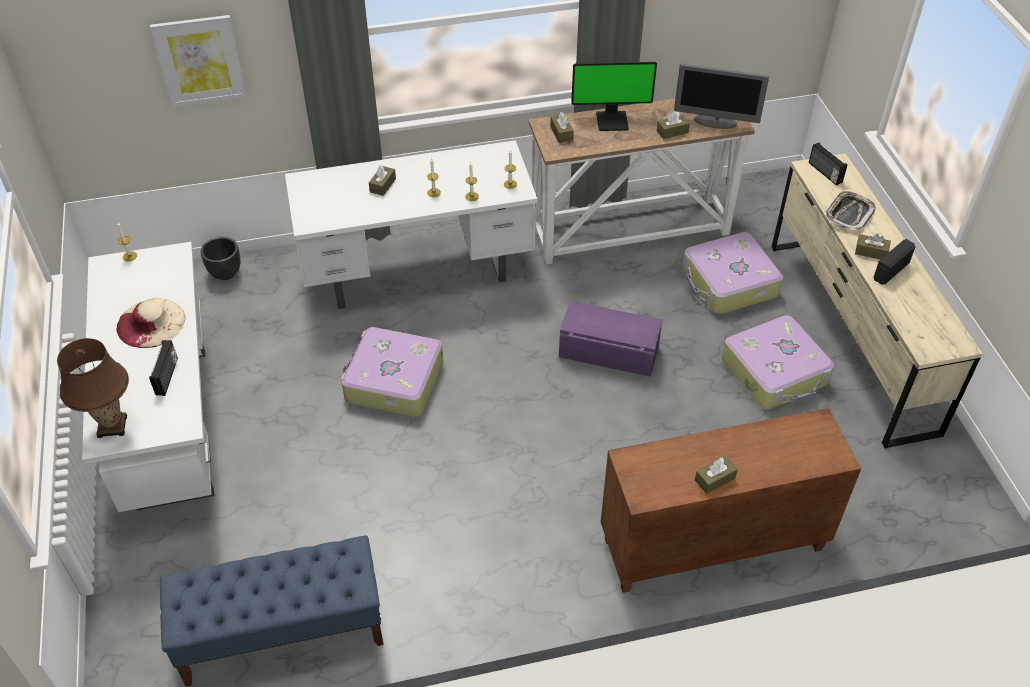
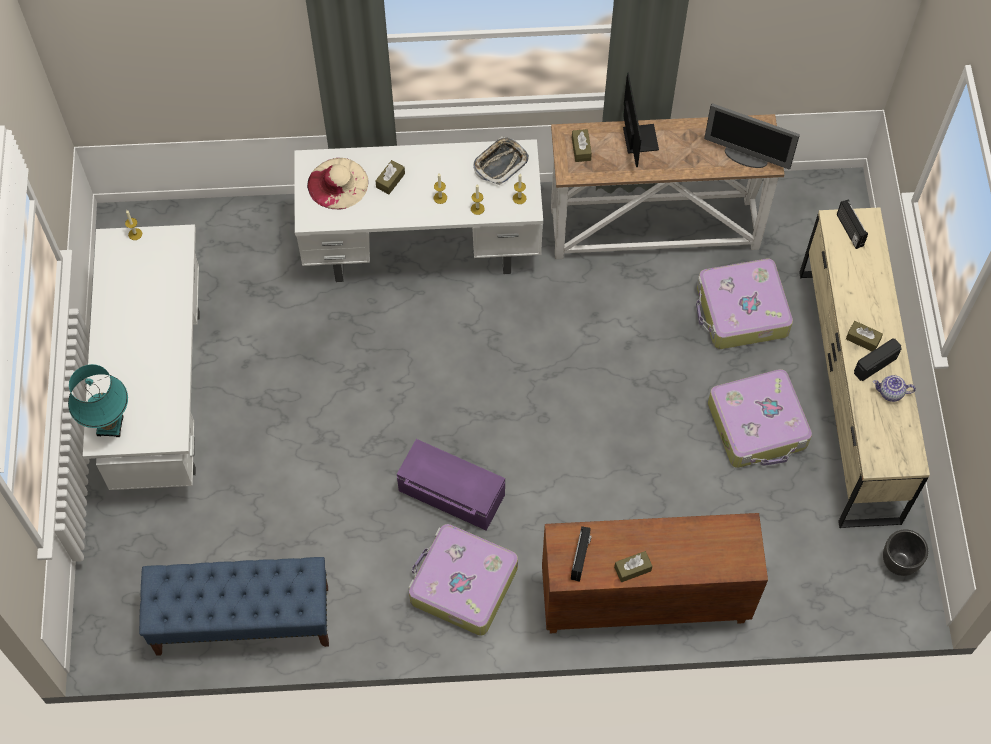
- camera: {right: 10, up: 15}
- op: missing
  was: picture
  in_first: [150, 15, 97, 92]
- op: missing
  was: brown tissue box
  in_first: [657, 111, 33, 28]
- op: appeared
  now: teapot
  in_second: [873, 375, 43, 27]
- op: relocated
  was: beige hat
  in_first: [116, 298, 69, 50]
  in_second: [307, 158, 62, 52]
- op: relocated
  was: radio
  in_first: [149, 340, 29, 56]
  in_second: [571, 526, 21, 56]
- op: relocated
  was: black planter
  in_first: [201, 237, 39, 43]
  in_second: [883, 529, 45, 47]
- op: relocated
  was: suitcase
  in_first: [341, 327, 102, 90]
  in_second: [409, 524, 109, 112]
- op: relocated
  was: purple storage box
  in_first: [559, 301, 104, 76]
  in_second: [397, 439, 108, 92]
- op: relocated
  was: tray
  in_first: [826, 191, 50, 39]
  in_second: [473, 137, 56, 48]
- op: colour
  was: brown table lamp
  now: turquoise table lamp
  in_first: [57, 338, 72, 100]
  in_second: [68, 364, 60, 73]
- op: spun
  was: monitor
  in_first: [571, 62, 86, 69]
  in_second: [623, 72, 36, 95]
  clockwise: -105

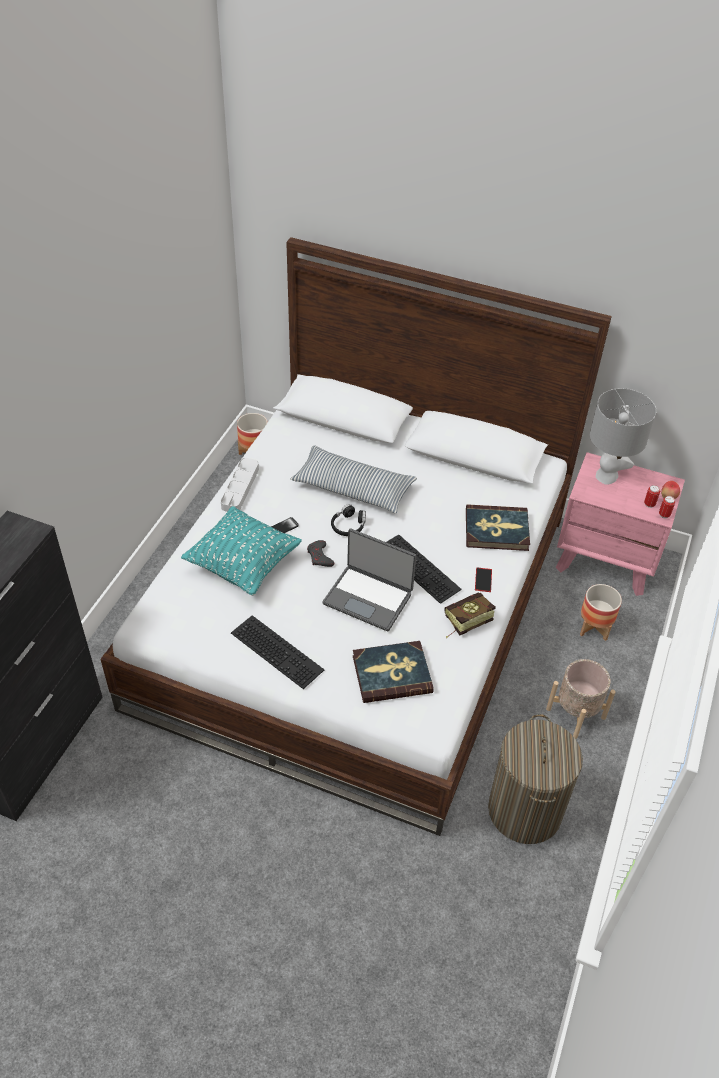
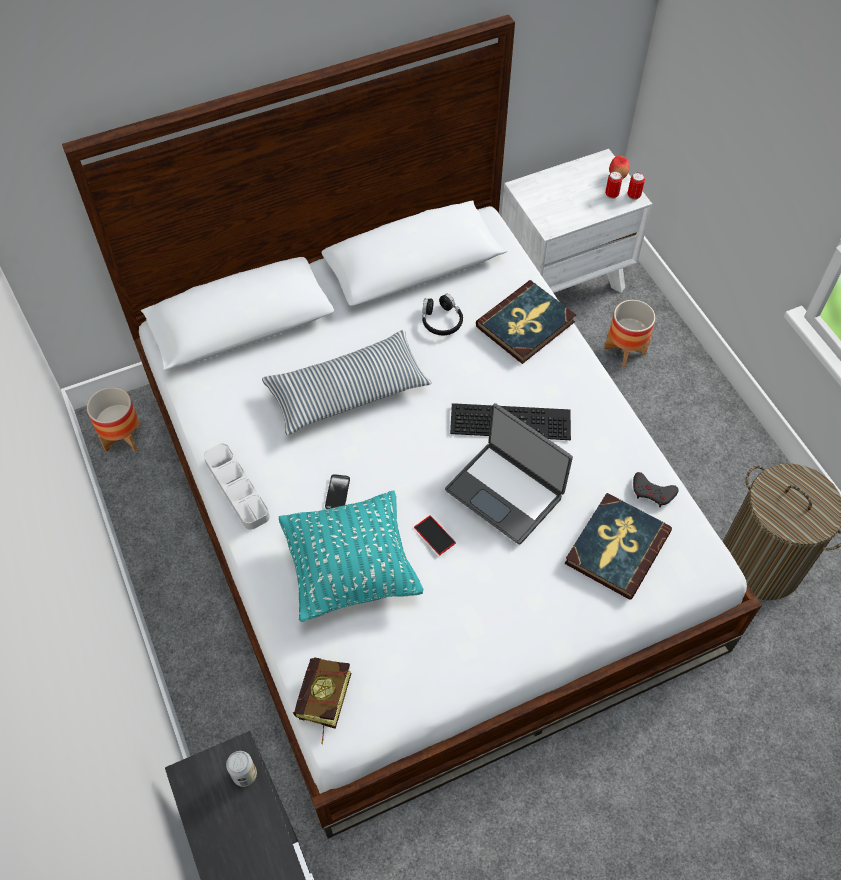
- camera: {right: -45, up: 10}
- op: missing
  was: keyboard
  in_first: [231, 615, 93, 74]
- op: missing
  was: beige planter
  in_first: [546, 659, 70, 80]
- op: missing
  was: grey table lamp
  in_first: [590, 388, 66, 97]
- op: appeared
  now: can
  in_second: [226, 751, 31, 36]
- op: relocated
  was: grey game controller
  in_first: [307, 540, 27, 27]
  in_second: [633, 472, 45, 35]
- op: relocated
  was: black headphones
  in_first: [331, 504, 35, 32]
  in_second: [422, 293, 41, 42]
- op: relocated
  was: book
  in_first: [444, 593, 52, 45]
  in_second: [293, 657, 58, 87]
- op: relocated
  was: phone
  in_first: [475, 568, 17, 24]
  in_second: [414, 515, 42, 40]
- op: colour
  was: pink nightstand
  now: white nightstand
  in_first: [556, 452, 129, 144]
  in_second: [501, 149, 151, 144]
- op: spun
  was: laptop
  in_first: [322, 529, 94, 102]
  in_second: [445, 403, 128, 141]
  clockwise: 60

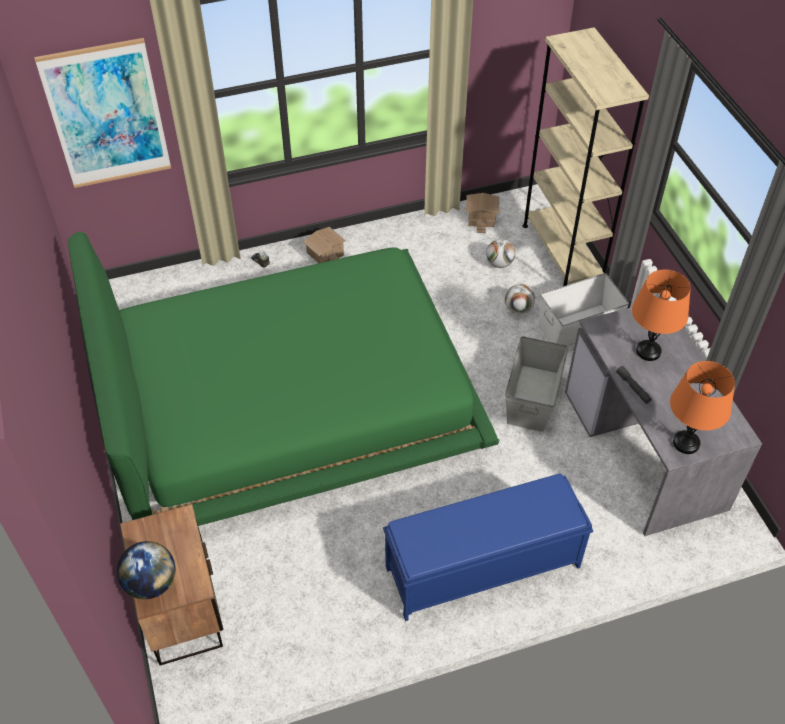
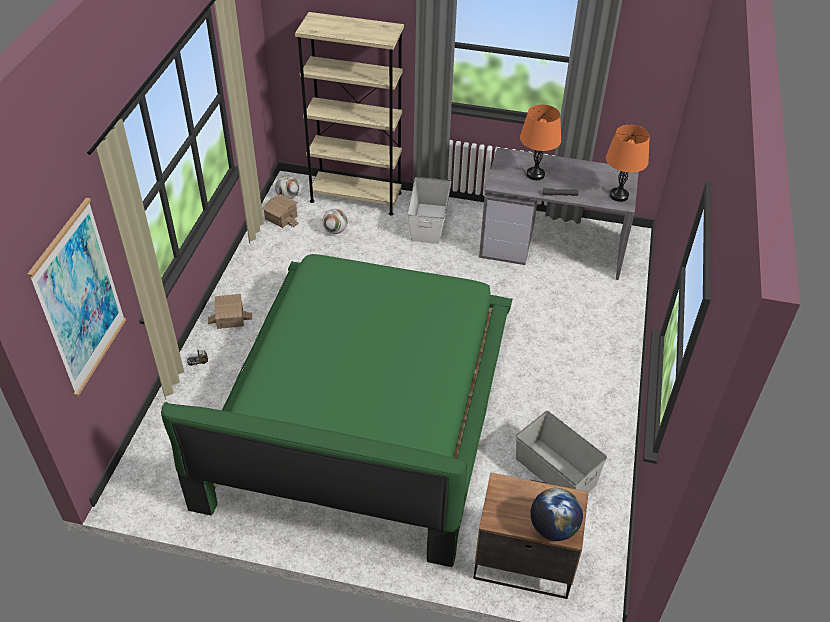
- camera: {right: -60, up: -5}
- op: missing
  was: blue bench
  in_first: [383, 474, 210, 147]
- op: relocated
  was: football
  in_first: [505, 284, 30, 30]
  in_second: [275, 176, 24, 23]
- op: relocated
  was: grey storage box
  in_first: [505, 336, 63, 96]
  in_second: [516, 411, 91, 81]

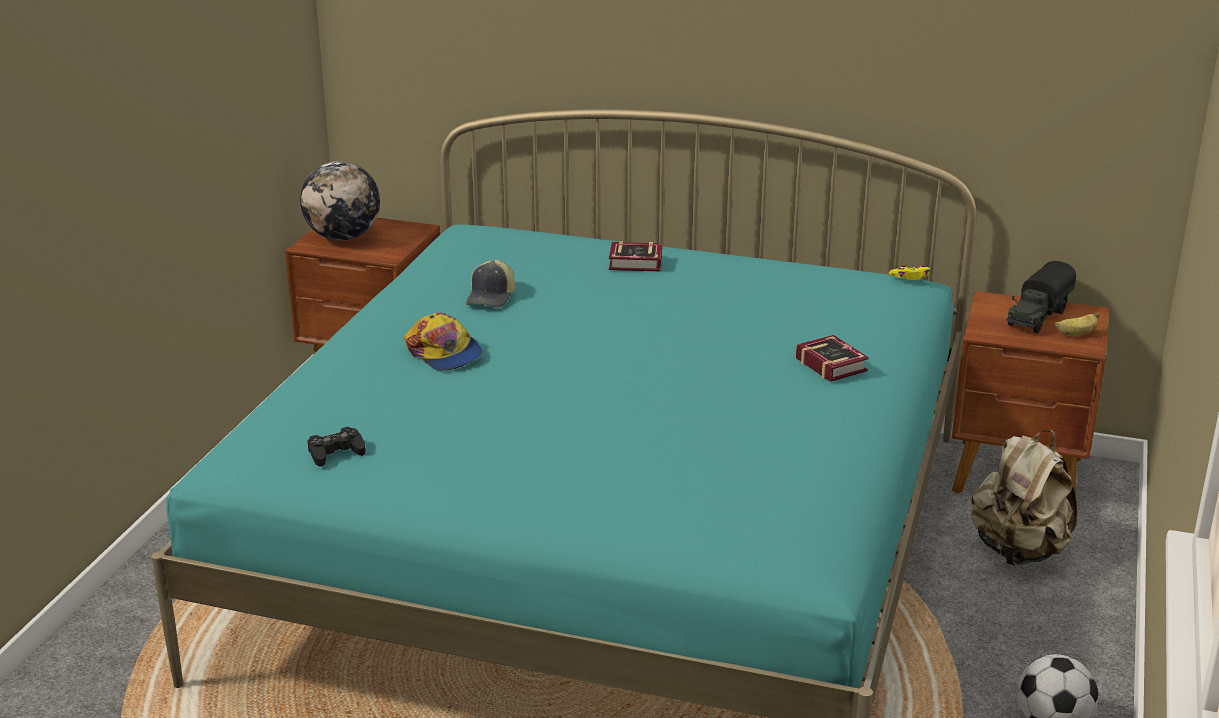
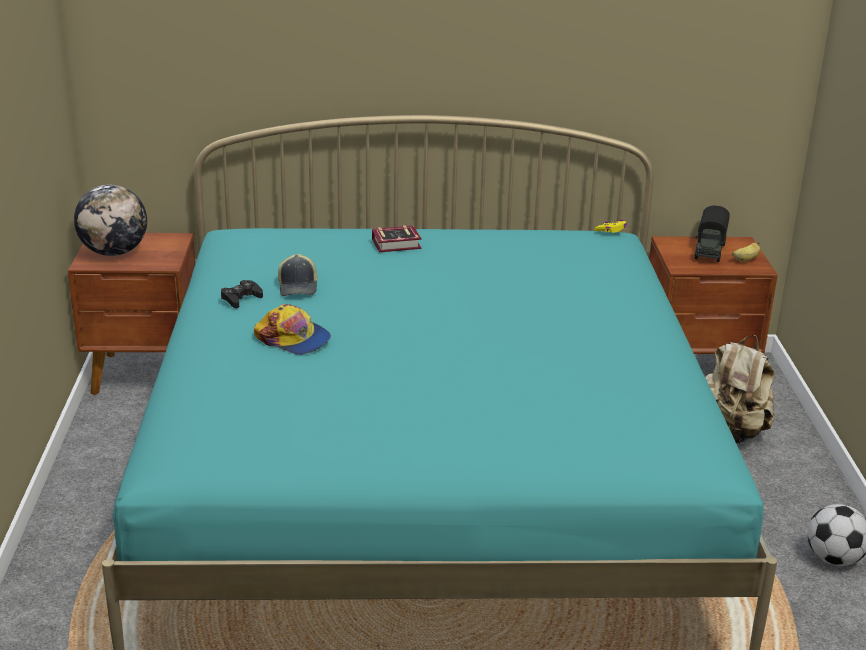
- camera: {right: -20, up: 0}
- op: missing
  was: book
  in_first: [796, 335, 73, 47]
- op: relocated
  was: black game controller
  in_first: [307, 427, 58, 40]
  in_second: [221, 280, 42, 28]

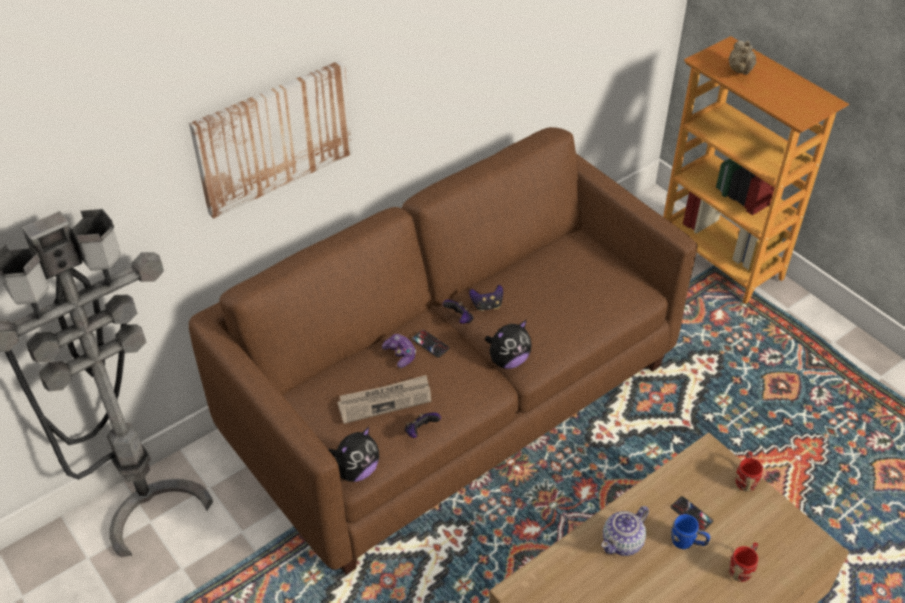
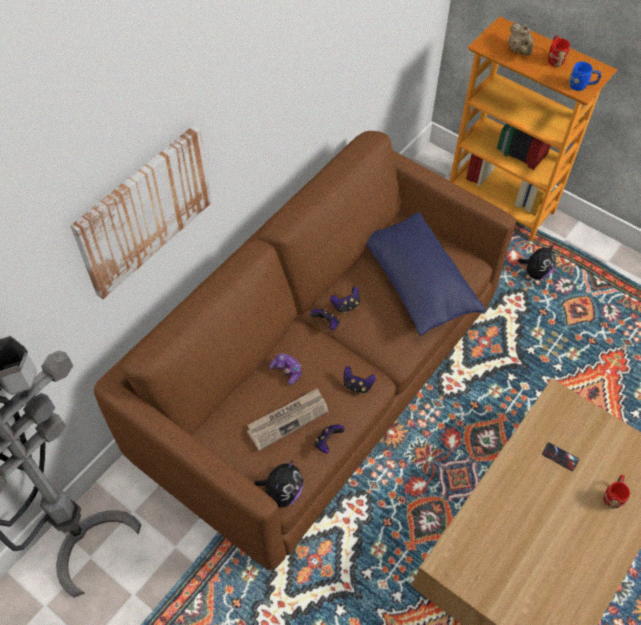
- camera: {right: -15, up: 10}
- op: missing
  was: phone
  in_first: [412, 330, 37, 28]
- op: missing
  was: teapot
  in_first: [602, 506, 47, 50]
- op: appeared
  now: game controller
  in_second: [344, 366, 32, 28]
- op: appeared
  now: blue pillow
  in_second: [366, 212, 119, 123]
- op: relocated
  was: plush toy
  in_first: [485, 320, 46, 49]
  in_second: [518, 244, 38, 36]
- op: relocated
  was: blue mug
  in_first: [671, 514, 39, 35]
  in_second: [569, 62, 32, 29]
- op: relocated
  was: red mug
  in_first: [736, 451, 27, 41]
  in_second: [548, 35, 22, 32]

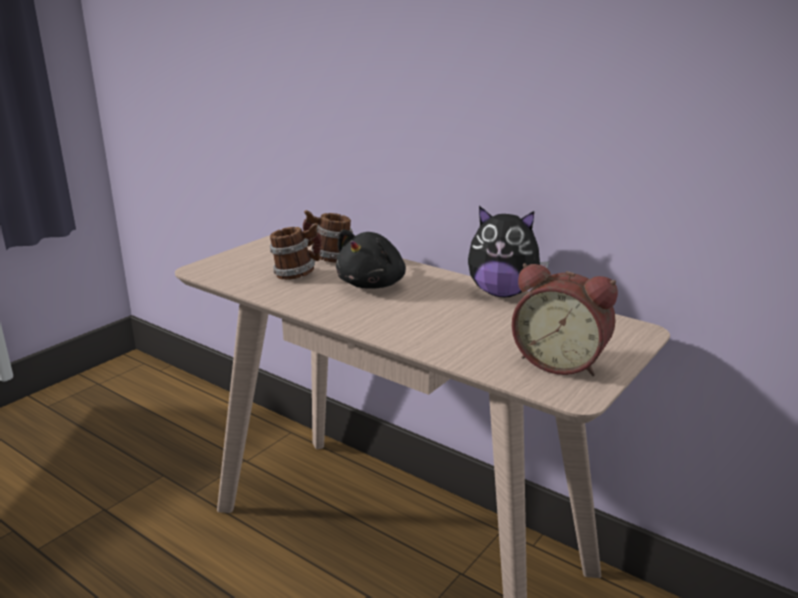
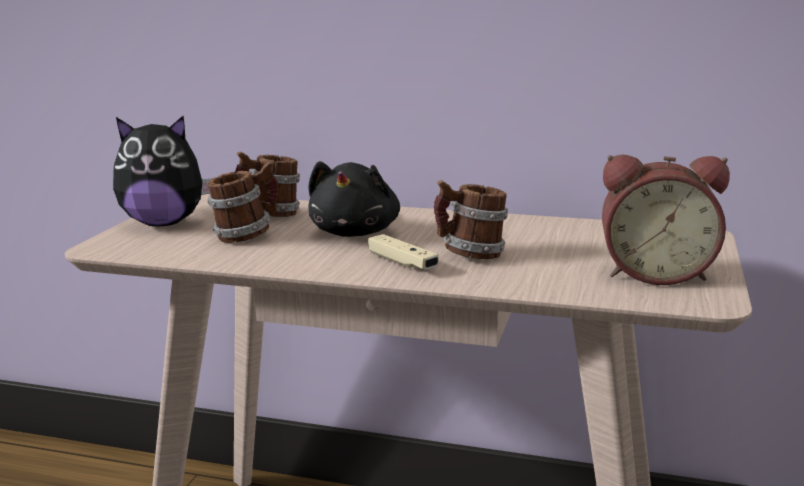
- camera: {right: -20, up: -5}
- op: appeared
  now: beige game controller
  in_second: [368, 234, 71, 36]
- op: appeared
  now: mug
  in_second: [434, 180, 74, 79]
- op: relocated
  was: plush toy
  in_first: [468, 206, 81, 91]
  in_second: [113, 116, 98, 110]

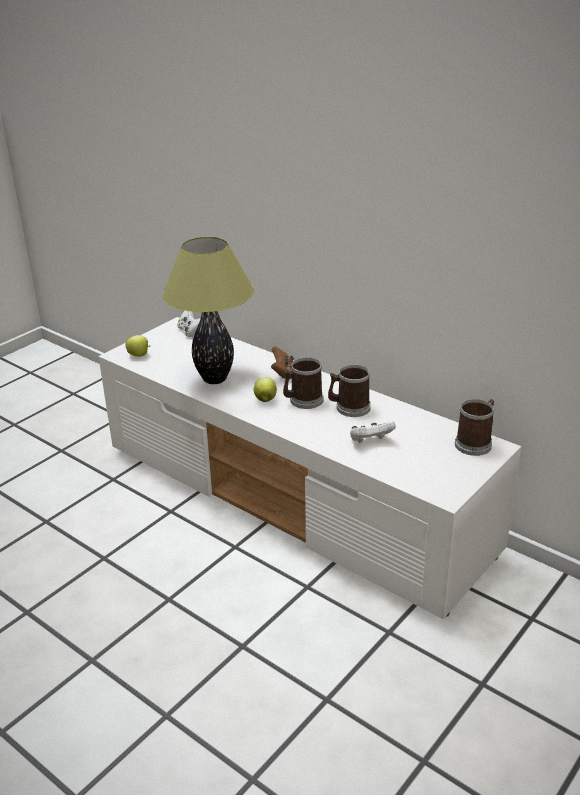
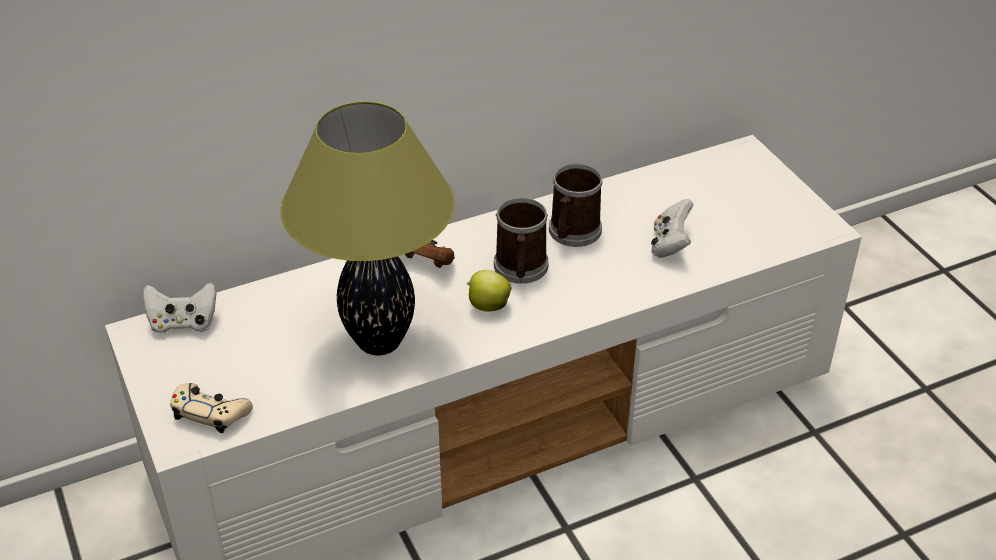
- camera: {right: -65, up: 10}
- op: missing
  was: mug
  in_first: [455, 399, 40, 57]
- op: exchanged
  was: apple
  now: beige game controller
  in_first: [125, 335, 25, 22]
  in_second: [170, 383, 83, 50]

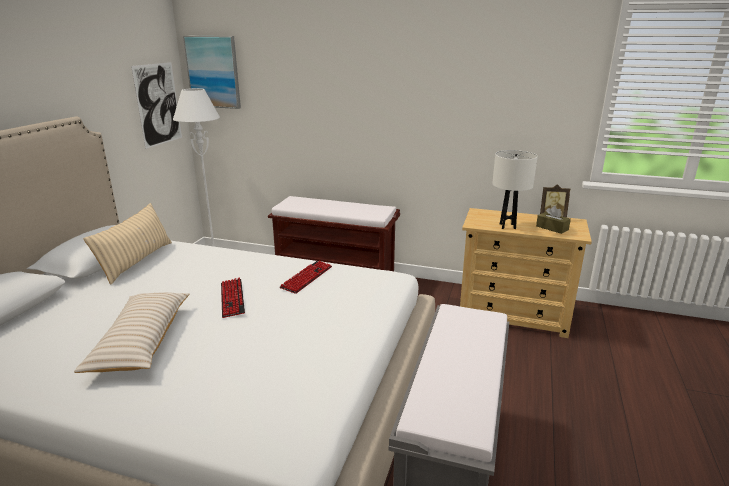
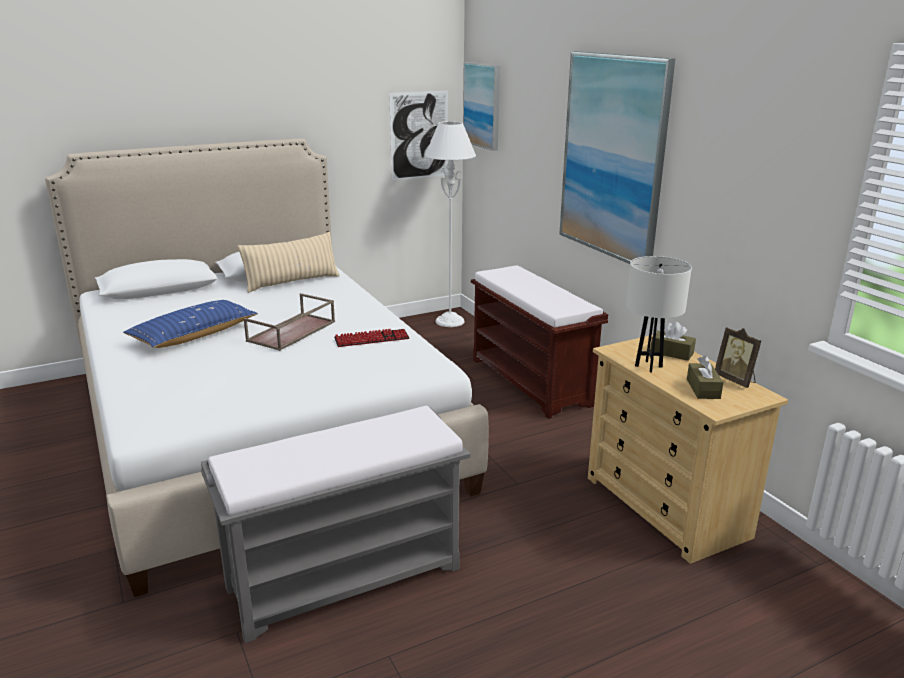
- camera: {right: 45, up: 0}
- op: appeared
  now: picture
  in_second: [559, 51, 116, 213]
- op: appeared
  now: brown tissue box
  in_second: [650, 322, 46, 39]
- op: exchanged
  was: keyboard
  now: brown tray
  in_first: [221, 277, 24, 41]
  in_second: [244, 293, 91, 58]
- op: colour
  was: beige pillow
  now: blue pillow
  in_first: [74, 292, 115, 81]
  in_second: [123, 300, 135, 48]

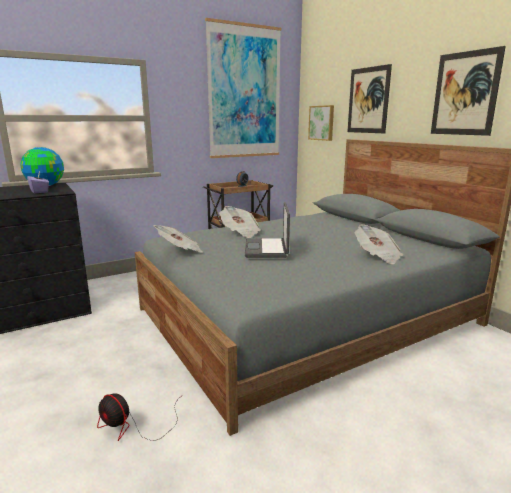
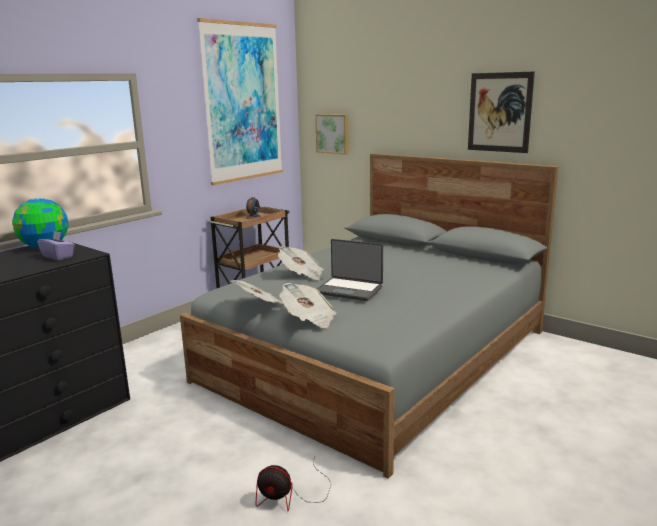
- camera: {right: -20, up: 0}
- op: missing
  was: picture
  in_first: [347, 64, 45, 69]
- op: relocated
  was: newspaper
  in_first: [355, 224, 48, 40]
  in_second: [279, 283, 57, 45]
- op: spun
  was: laptop
  in_first: [245, 202, 45, 56]
  in_second: [317, 239, 66, 62]
  clockwise: -45

